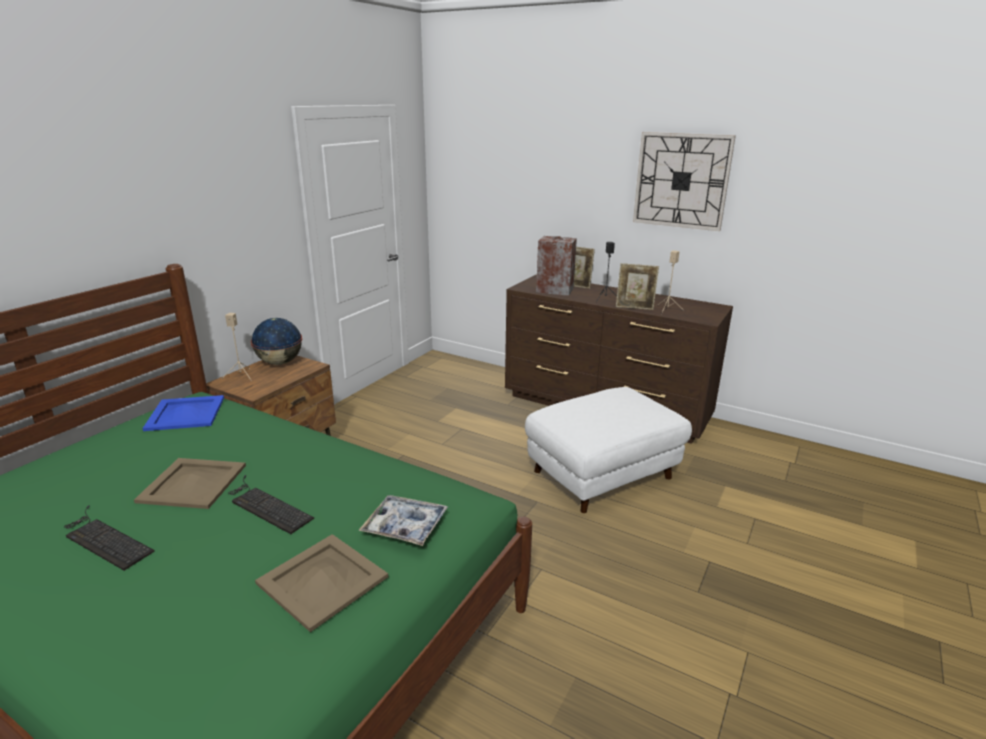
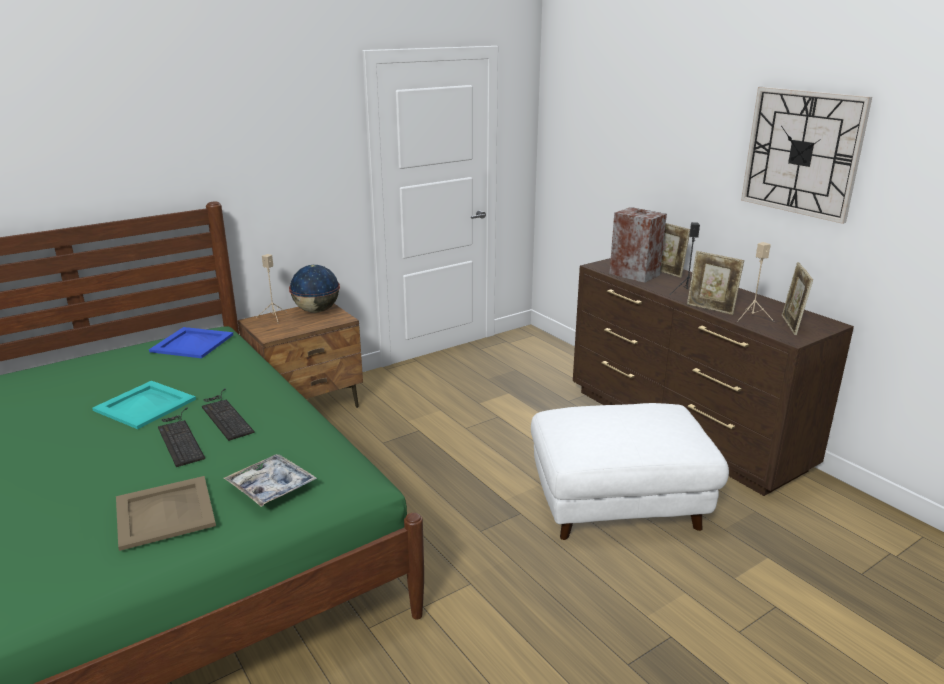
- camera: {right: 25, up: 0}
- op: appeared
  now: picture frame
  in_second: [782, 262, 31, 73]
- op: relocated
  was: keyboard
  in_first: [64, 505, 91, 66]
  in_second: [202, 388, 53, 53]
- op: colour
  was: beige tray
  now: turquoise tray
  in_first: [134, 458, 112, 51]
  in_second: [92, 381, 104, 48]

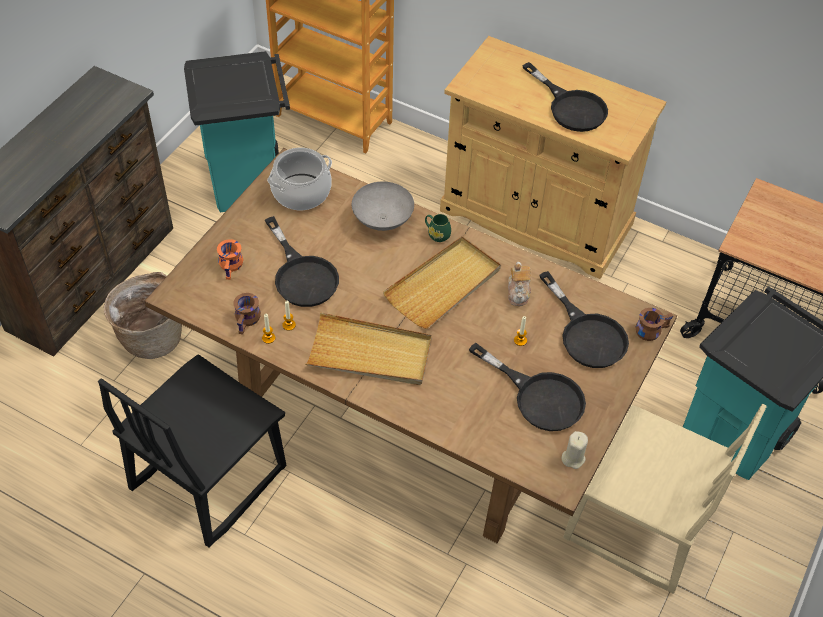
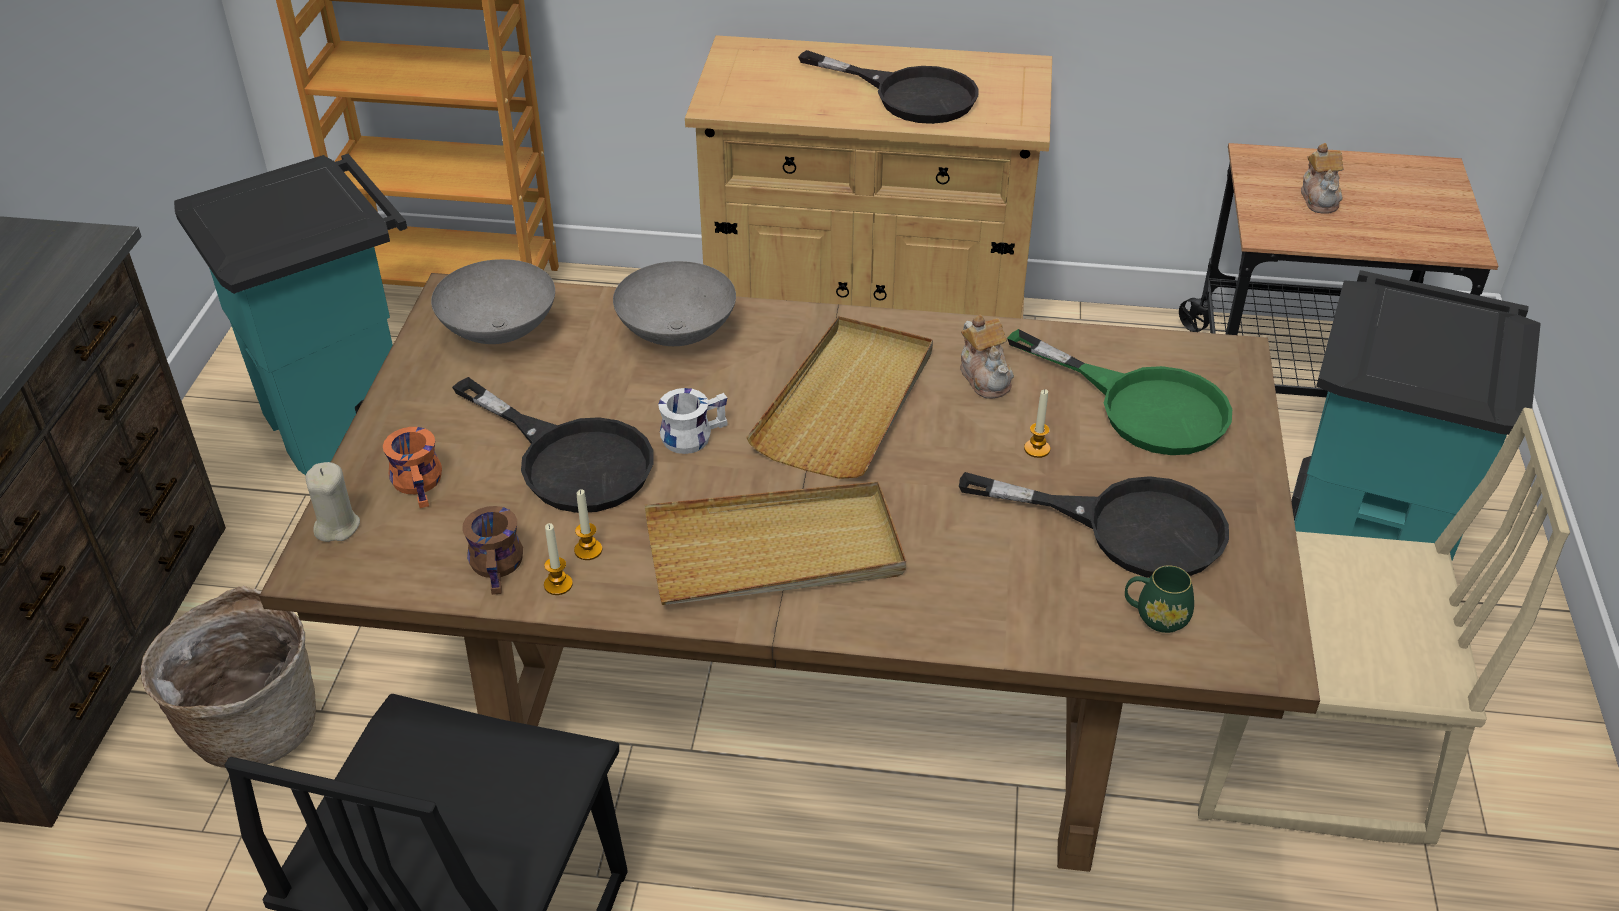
- camera: {right: -20, up: -10}
- op: missing
  was: brown mug
  in_first: [636, 308, 37, 33]
- op: appeared
  now: white mug
  in_second: [658, 388, 70, 66]
- op: appeared
  now: teapot
  in_second: [1301, 143, 43, 71]
- op: relocated
  was: green mug
  in_first: [425, 214, 26, 28]
  in_second: [1125, 565, 69, 68]
- op: relocated
  was: beige candle
  in_first: [562, 431, 26, 38]
  in_second: [306, 462, 54, 80]
- op: exchanged
  was: cooking pot
  now: grey bowl
  in_first: [267, 148, 65, 62]
  in_second: [431, 259, 124, 85]
- op: colour
  was: black frying pan
  now: green frying pan
  in_first: [539, 271, 90, 97]
  in_second: [1007, 329, 225, 126]

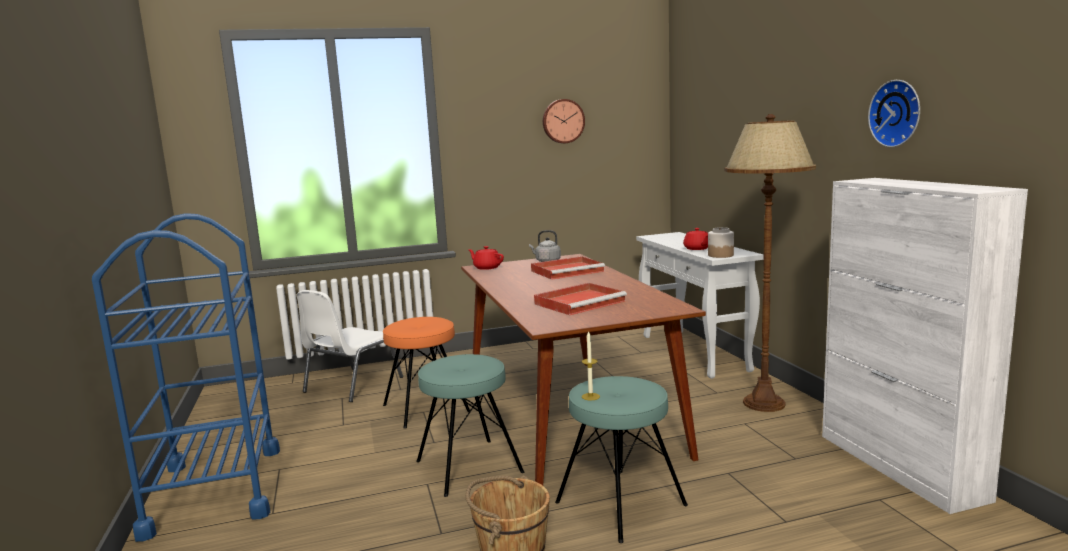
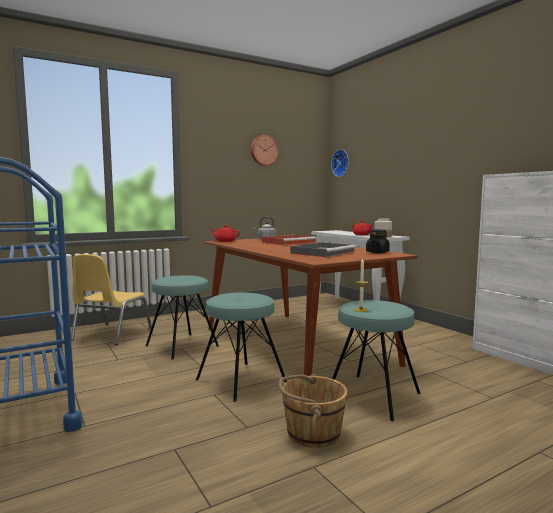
- camera: {right: -15, up: -5}
- op: missing
  was: brown floor lamp
  in_first: [724, 114, 92, 298]
- op: appeared
  now: black jar
  in_second: [366, 230, 24, 23]
- op: relocated
  was: wall clock
  in_first: [868, 80, 52, 67]
  in_second: [331, 149, 18, 28]
- op: colour
  was: white chair
  now: yellow chair
  in_first: [297, 290, 106, 112]
  in_second: [71, 254, 81, 91]
- op: colour
  was: orange stool
  now: turquoise stool
  in_first: [383, 317, 87, 112]
  in_second: [145, 275, 74, 85]
- op: colour
  was: red tray
  now: grey tray
  in_first: [534, 283, 93, 32]
  in_second: [290, 242, 66, 15]

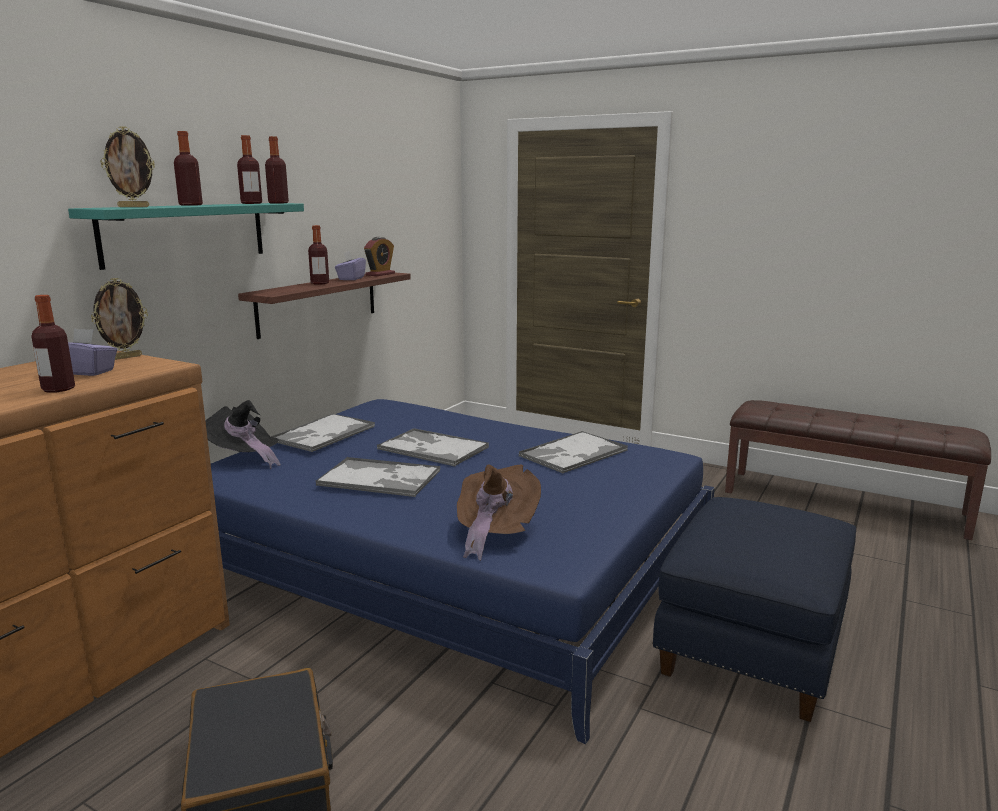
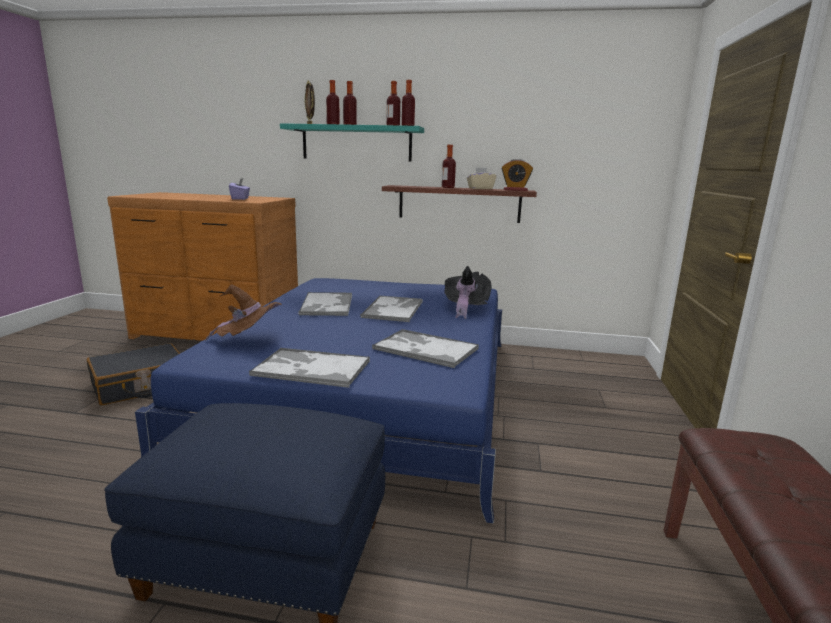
- camera: {right: 70, up: 0}
- op: missing
  was: picture frame
  in_first: [91, 278, 57, 82]
- op: relocated
  was: bottle
  in_first: [31, 295, 44, 98]
  in_second: [326, 80, 14, 44]
- op: relocated
  was: black hat
  in_first: [205, 400, 76, 69]
  in_second: [444, 266, 48, 53]
- op: relocated
  was: tray
  in_first: [270, 414, 105, 38]
  in_second: [249, 348, 121, 40]
- op: colour
  was: purple tissue box
  now: beige tissue box
  in_first: [335, 251, 31, 29]
  in_second: [467, 168, 29, 21]

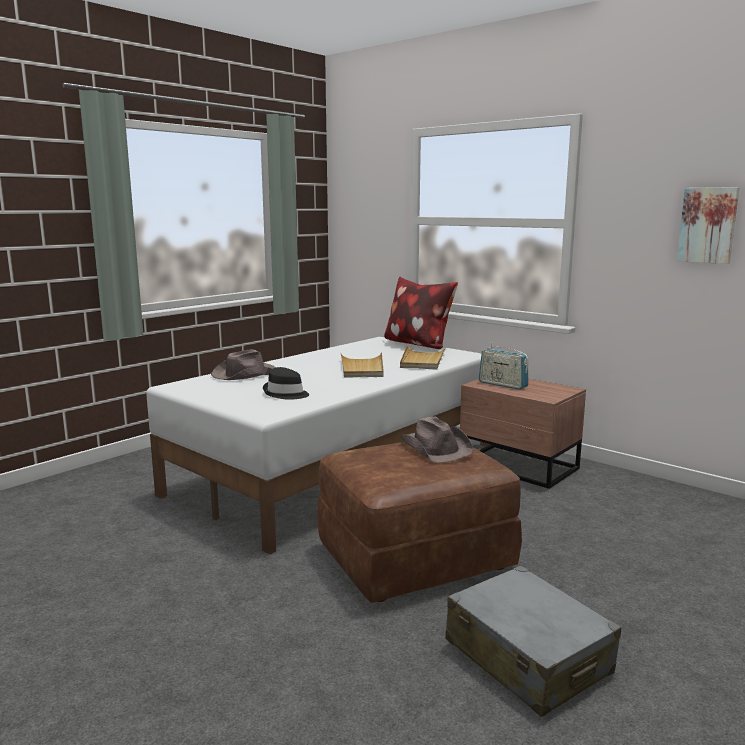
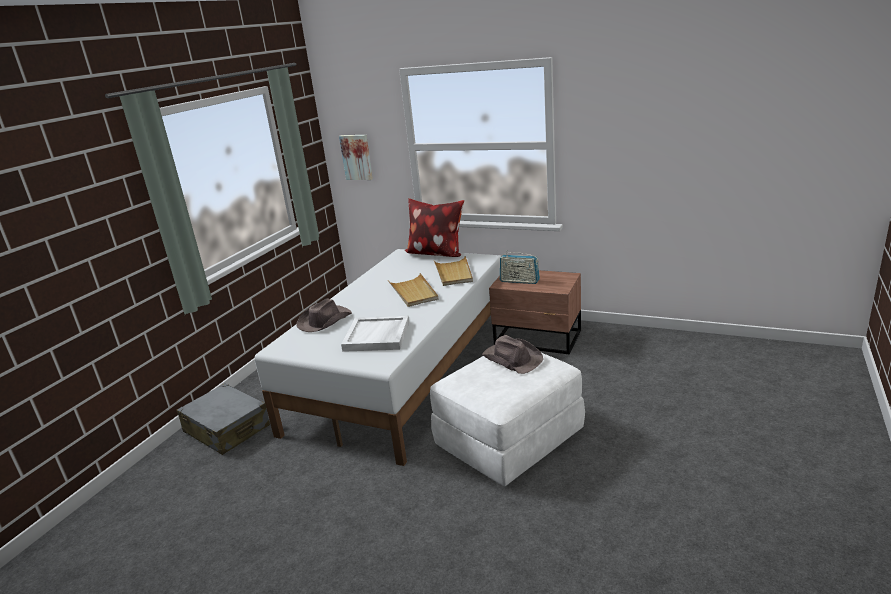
- camera: {right: -15, up: 10}
- op: relocated
  was: grey suitcase
  in_first: [445, 566, 176, 151]
  in_second: [177, 383, 93, 72]
- op: relocated
  was: picture
  in_first: [677, 187, 63, 77]
  in_second: [339, 135, 34, 45]
- op: exchanged
  was: black hat
  now: white tray
  in_first: [263, 367, 46, 33]
  in_second: [341, 316, 68, 36]
- op: colour
  was: brown ottoman
  now: white ottoman
  in_first: [317, 442, 205, 161]
  in_second: [430, 353, 155, 133]

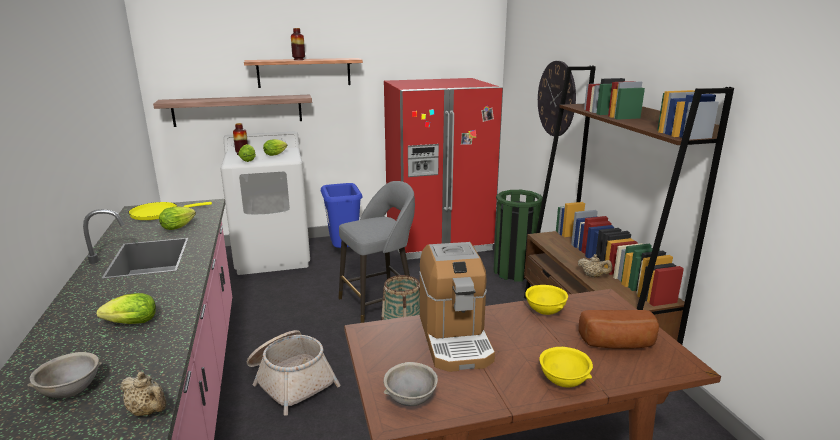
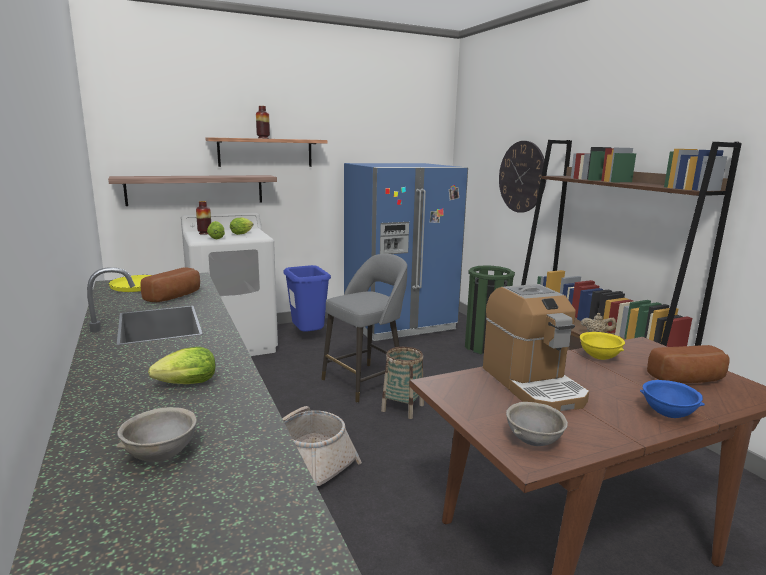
- camera: {right: -10, up: -5}
- op: missing
  was: beige teapot
  in_first: [120, 372, 47, 44]
- op: exchanged
  was: lettuce
  now: bread
  in_first: [159, 207, 37, 23]
  in_second: [140, 267, 60, 35]
- op: colour
  was: red fridge
  now: blue fridge
  in_first: [384, 78, 119, 182]
  in_second: [344, 163, 124, 178]
- op: colour
  was: yellow bowl
  now: blue bowl
  in_first: [539, 347, 54, 40]
  in_second: [640, 380, 65, 38]

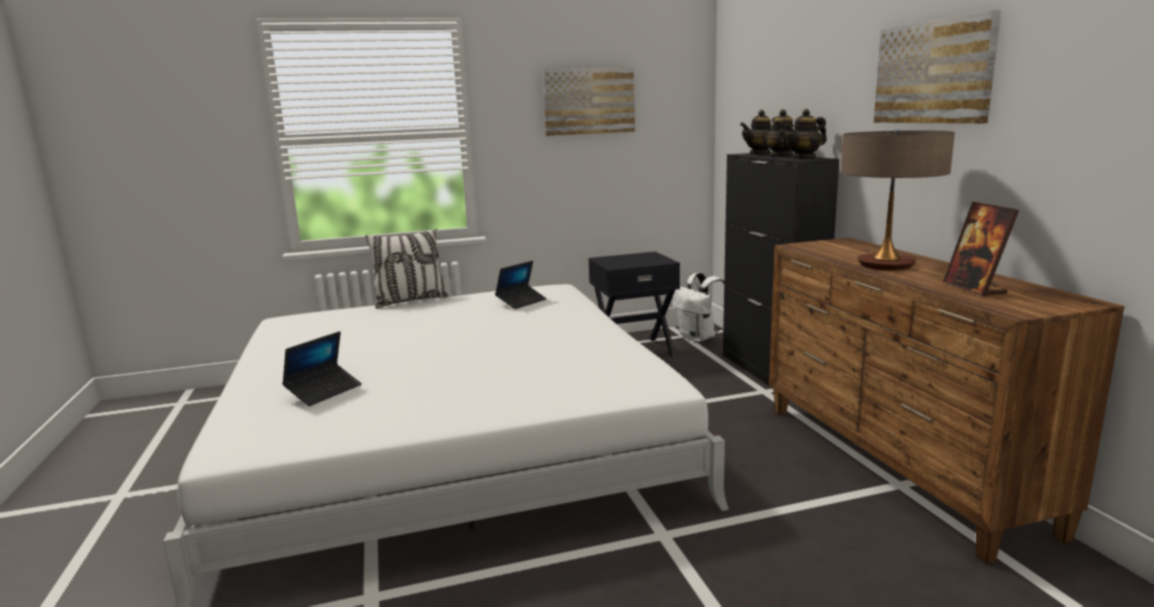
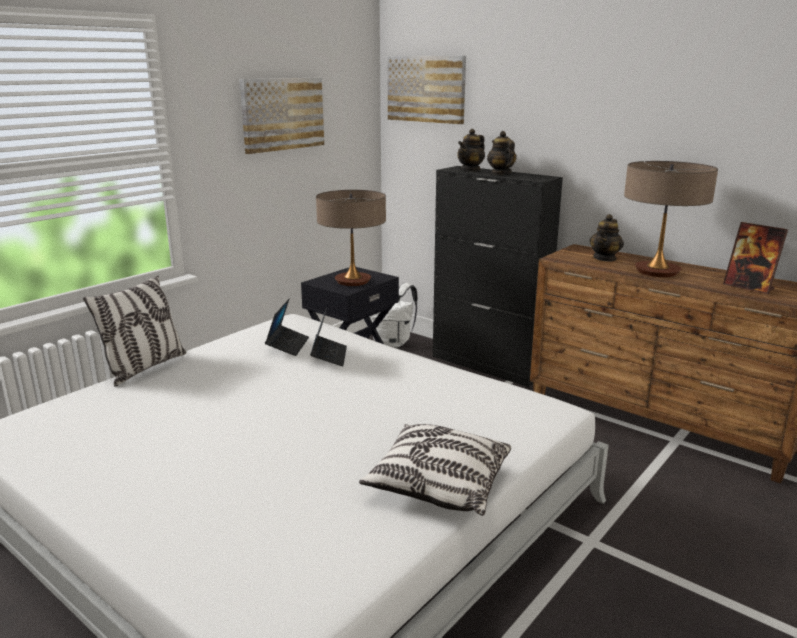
- camera: {right: -35, up: 5}
- op: appeared
  now: table lamp
  in_second: [316, 190, 70, 96]
- op: appeared
  now: pillow
  in_second: [359, 424, 152, 92]
- op: relocated
  was: laptop
  in_first: [282, 331, 80, 75]
  in_second: [310, 307, 37, 59]
- op: relocated
  was: teapot
  in_first: [784, 109, 43, 51]
  in_second: [589, 214, 35, 48]
- op: relocated
  was: picture
  in_first: [874, 10, 127, 114]
  in_second: [388, 56, 78, 68]

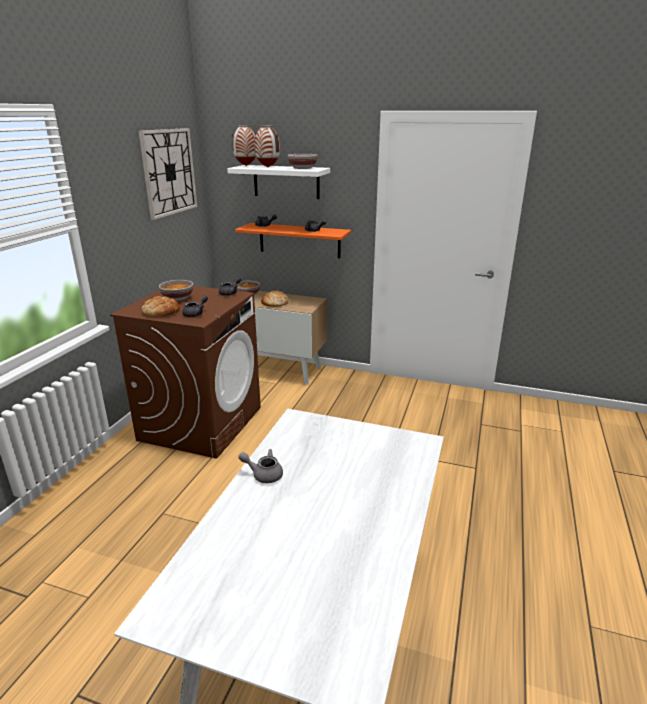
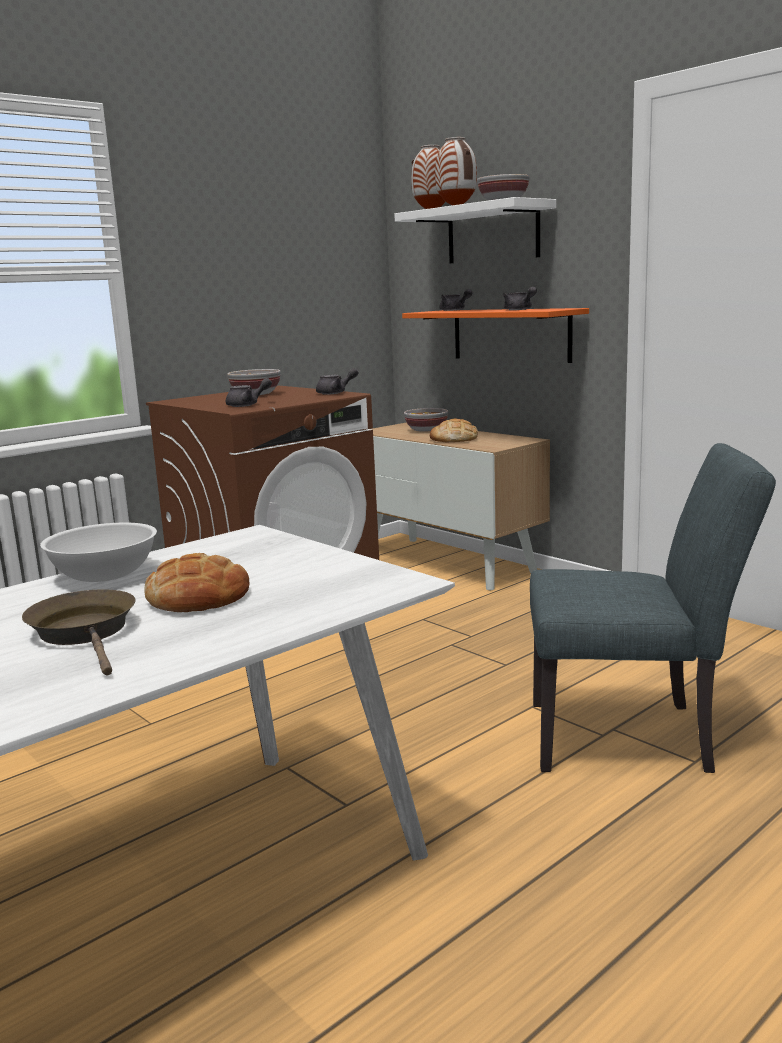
- camera: {right: 30, up: -10}
- op: missing
  was: wall clock
  in_first: [139, 128, 58, 92]
- op: appeared
  now: brown frying pan
  in_second: [22, 589, 114, 87]
- op: appeared
  now: grey chair
  in_second: [530, 443, 246, 330]
- op: relocated
  was: bread
  in_first: [142, 296, 38, 21]
  in_second: [144, 553, 106, 59]
- op: exchanged
  was: grey teapot
  now: white bowl
  in_first: [238, 449, 45, 34]
  in_second: [40, 523, 117, 59]

